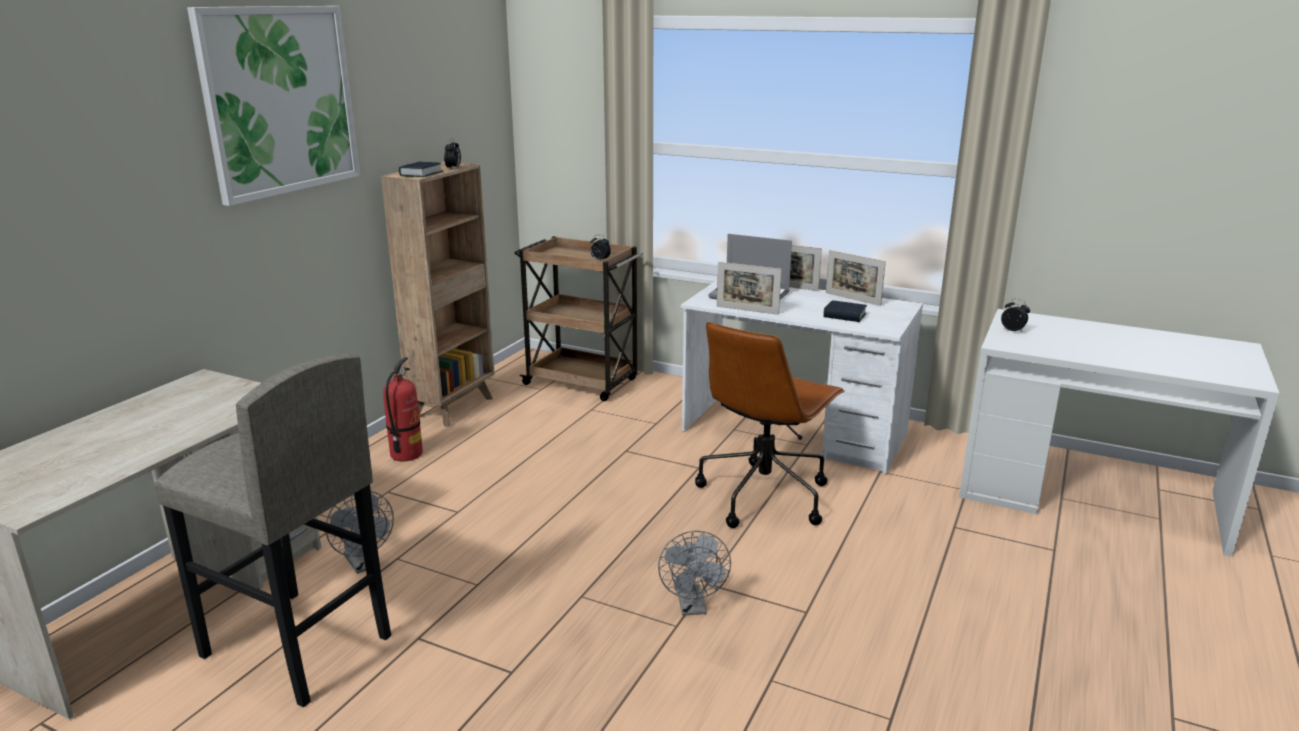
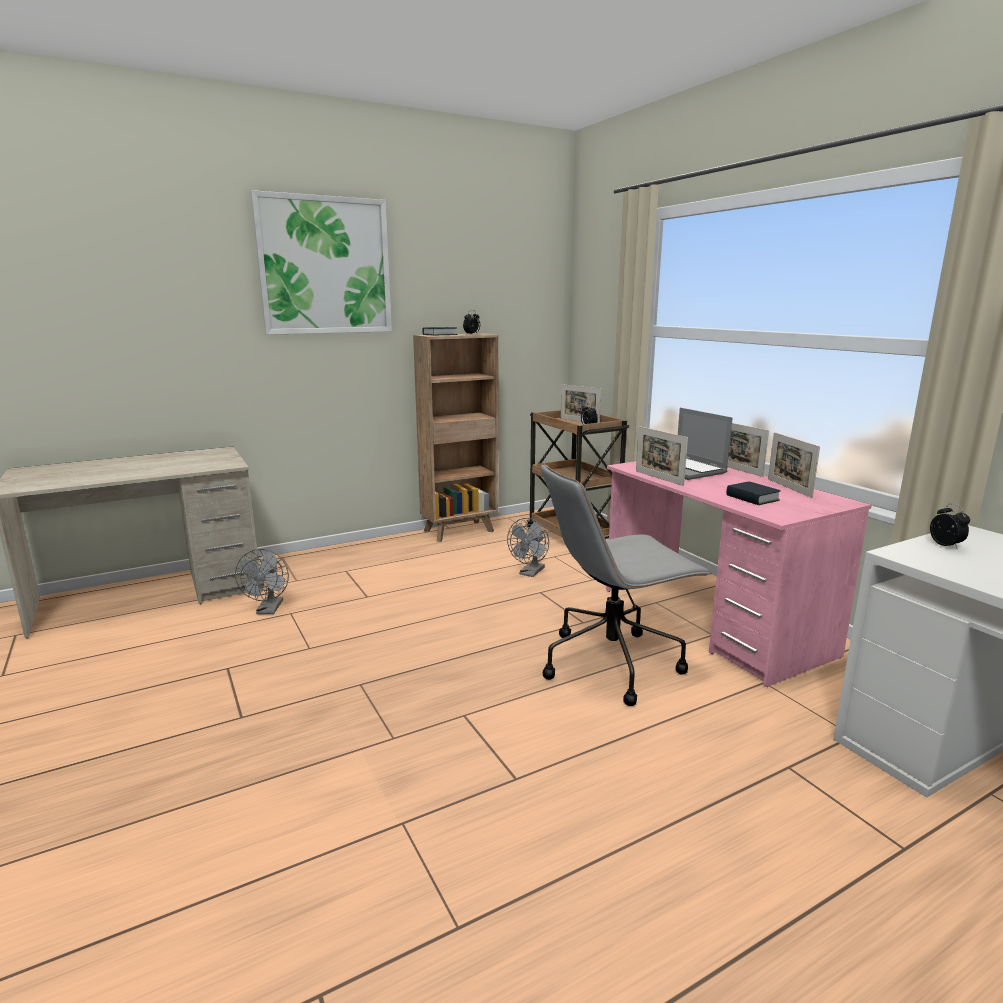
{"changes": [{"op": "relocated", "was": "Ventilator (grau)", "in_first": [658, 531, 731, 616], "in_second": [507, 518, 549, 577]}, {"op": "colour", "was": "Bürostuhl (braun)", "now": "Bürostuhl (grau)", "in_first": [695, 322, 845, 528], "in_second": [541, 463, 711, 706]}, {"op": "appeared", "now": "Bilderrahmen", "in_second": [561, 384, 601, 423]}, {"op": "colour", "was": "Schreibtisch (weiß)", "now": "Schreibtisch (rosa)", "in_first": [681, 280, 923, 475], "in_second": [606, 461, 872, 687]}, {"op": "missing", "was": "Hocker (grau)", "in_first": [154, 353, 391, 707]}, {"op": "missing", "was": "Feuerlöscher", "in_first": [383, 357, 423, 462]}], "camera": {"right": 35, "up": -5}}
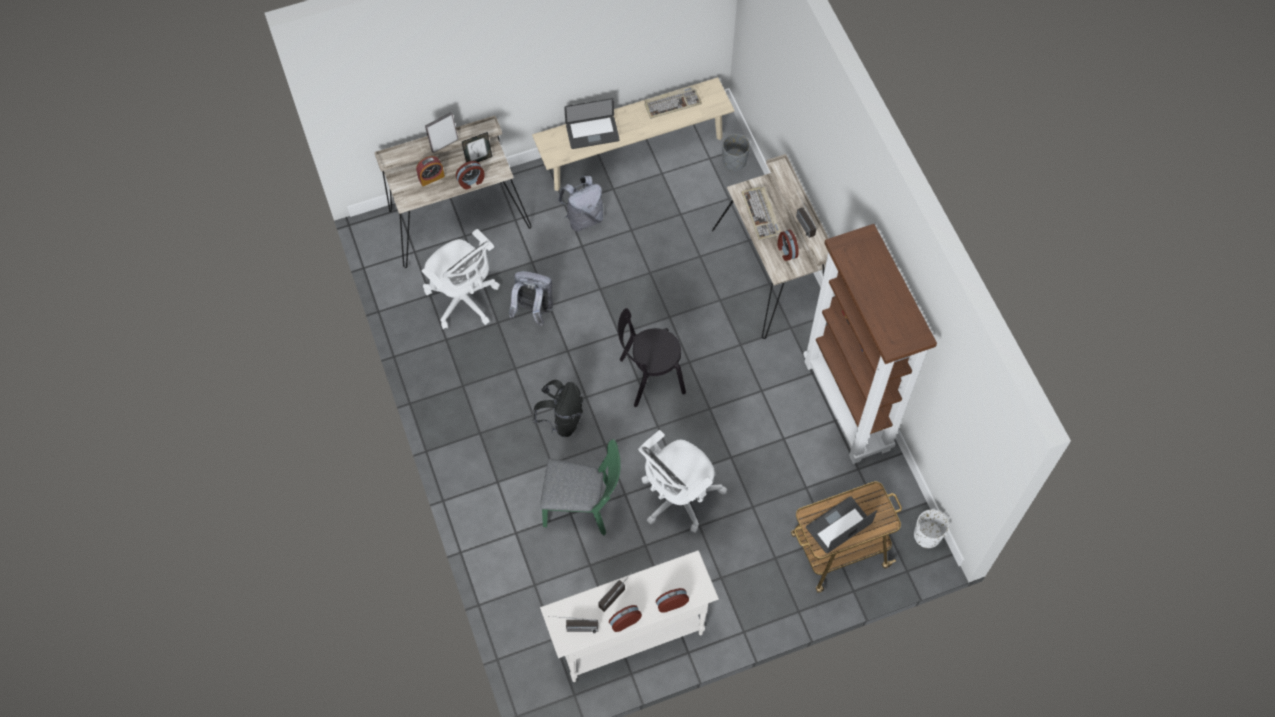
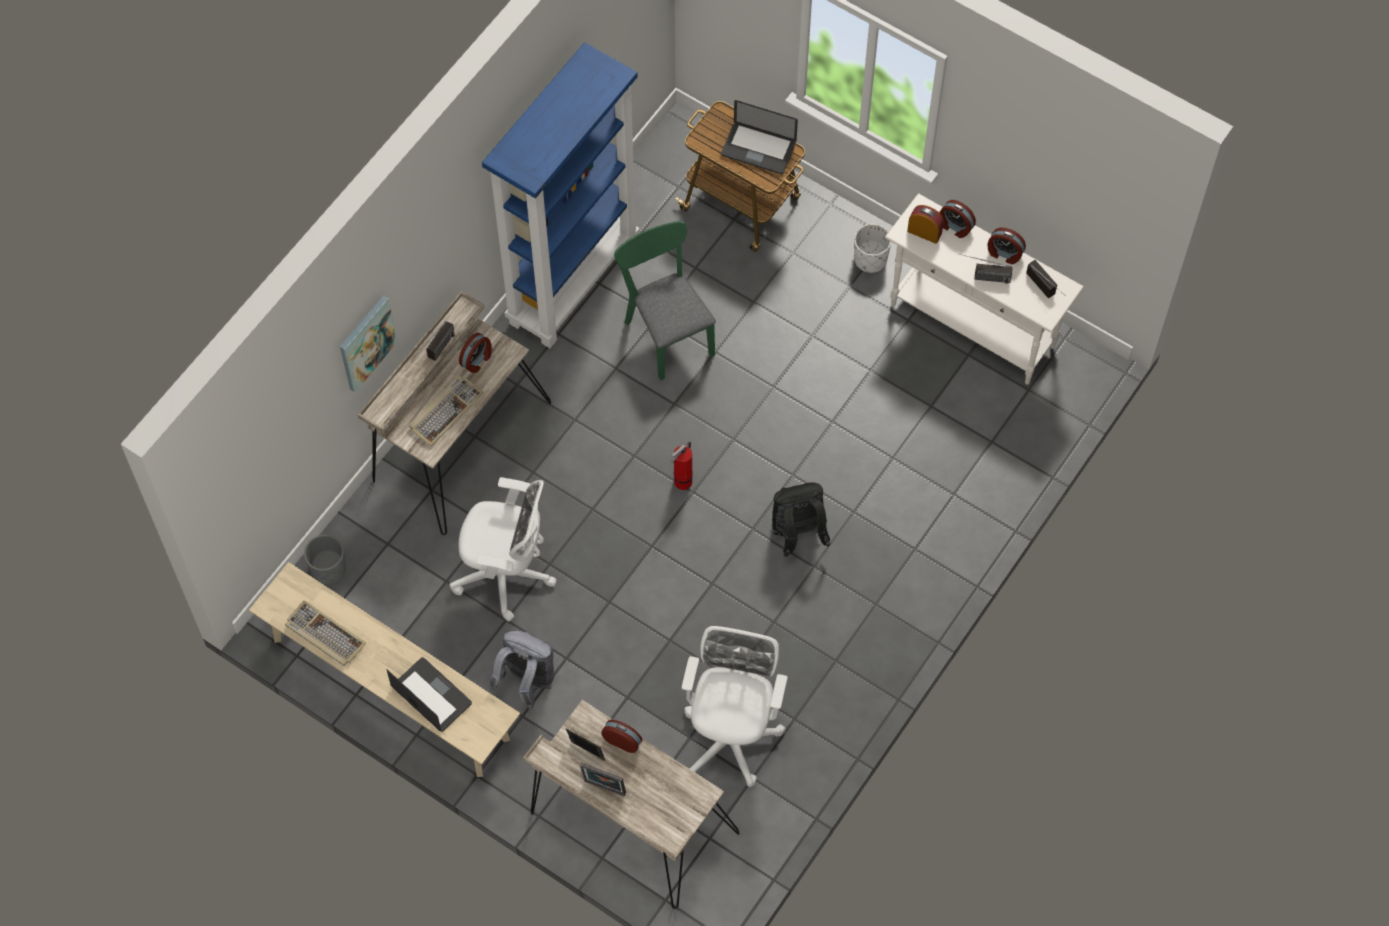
{"changes": [{"op": "appeared", "now": "Bild", "in_second": [340, 295, 397, 392]}, {"op": "relocated", "was": "Bürostuhl (weiß)", "in_first": [638, 430, 727, 533], "in_second": [450, 477, 557, 621]}, {"op": "colour", "was": "Bücherregal (braun)", "now": "Bücherregal (blau)", "in_first": [803, 224, 937, 464], "in_second": [482, 42, 640, 348]}, {"op": "relocated", "was": "Stuhl (grün)", "in_first": [540, 439, 621, 536], "in_second": [614, 221, 716, 381]}, {"op": "exchanged", "was": "Stuhl (schwarz)", "now": "Feuerlöscher", "in_first": [618, 308, 686, 407], "in_second": [671, 442, 693, 490]}, {"op": "relocated", "was": "Pflanzkübel (weiß)", "in_first": [914, 510, 949, 548], "in_second": [854, 224, 891, 273]}, {"op": "relocated", "was": "Wecker", "in_first": [416, 156, 445, 186], "in_second": [907, 205, 944, 244]}, {"op": "missing", "was": "Rucksack (grau)", "in_first": [509, 271, 553, 327]}], "camera": {"right": -125, "up": 0}}
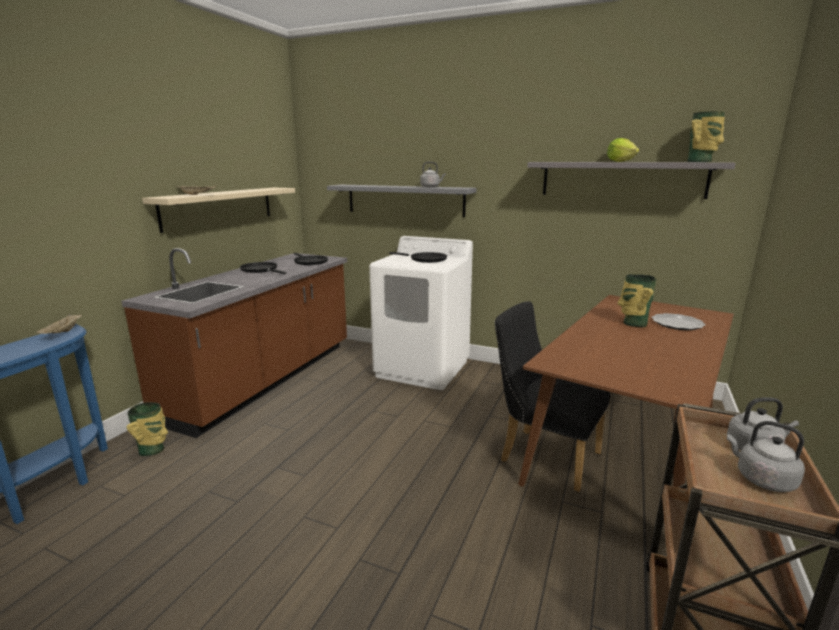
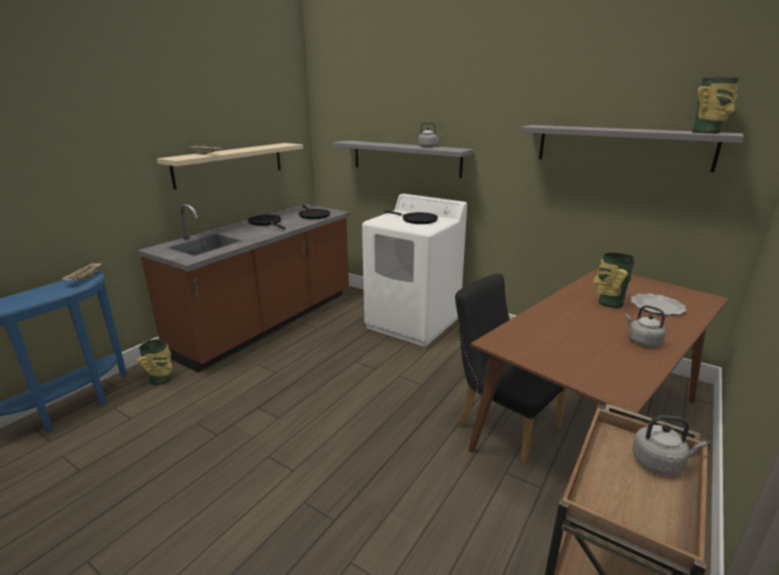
{"changes": [{"op": "relocated", "was": "Wasserkessel (grau)", "in_first": [727, 421, 805, 492], "in_second": [625, 305, 666, 347]}, {"op": "missing", "was": "Salatkopf", "in_first": [607, 138, 639, 162]}], "camera": {"right": 10, "up": 5}}
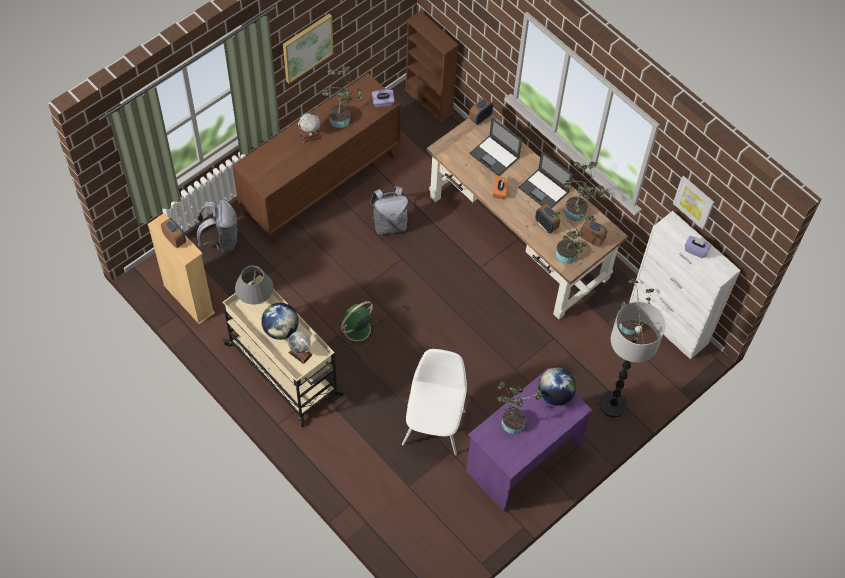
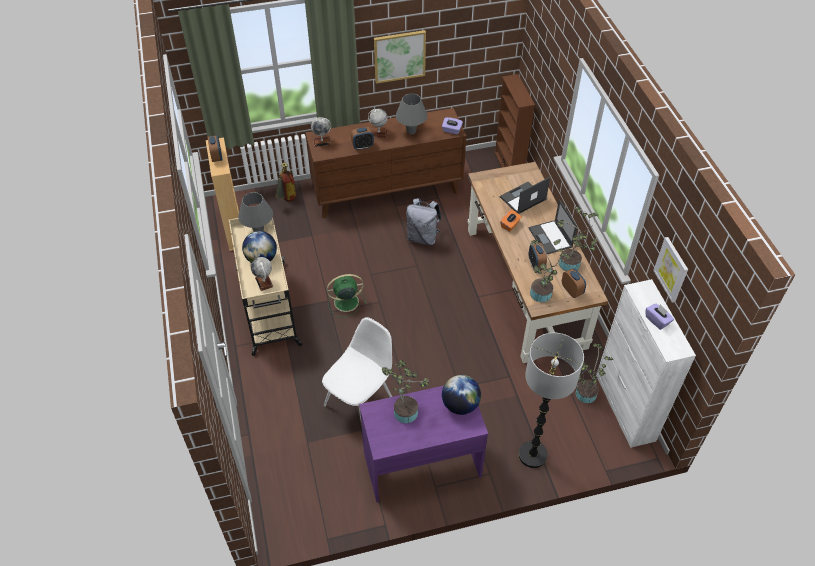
{"changes": [{"op": "exchanged", "was": "Rucksack (grau)", "now": "Feuerlöscher", "in_first": [197, 199, 238, 253], "in_second": [275, 163, 296, 202]}, {"op": "appeared", "now": "Globus", "in_second": [311, 117, 331, 147]}, {"op": "relocated", "was": "Wecker", "in_first": [469, 98, 493, 125], "in_second": [351, 127, 374, 150]}, {"op": "exchanged", "was": "Topfpflanze", "now": "Tischlampe (grau)", "in_first": [321, 66, 363, 128], "in_second": [396, 93, 427, 134]}, {"op": "spun", "was": "Laptop", "in_first": [469, 117, 522, 176], "in_second": [499, 177, 550, 214], "clockwise": 75}], "camera": {"right": 30, "up": -10}}
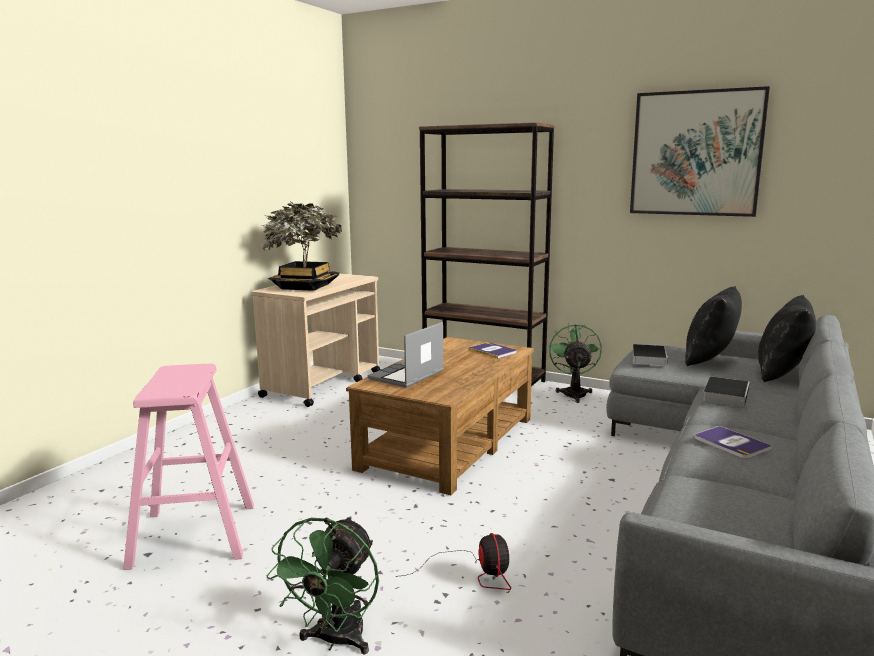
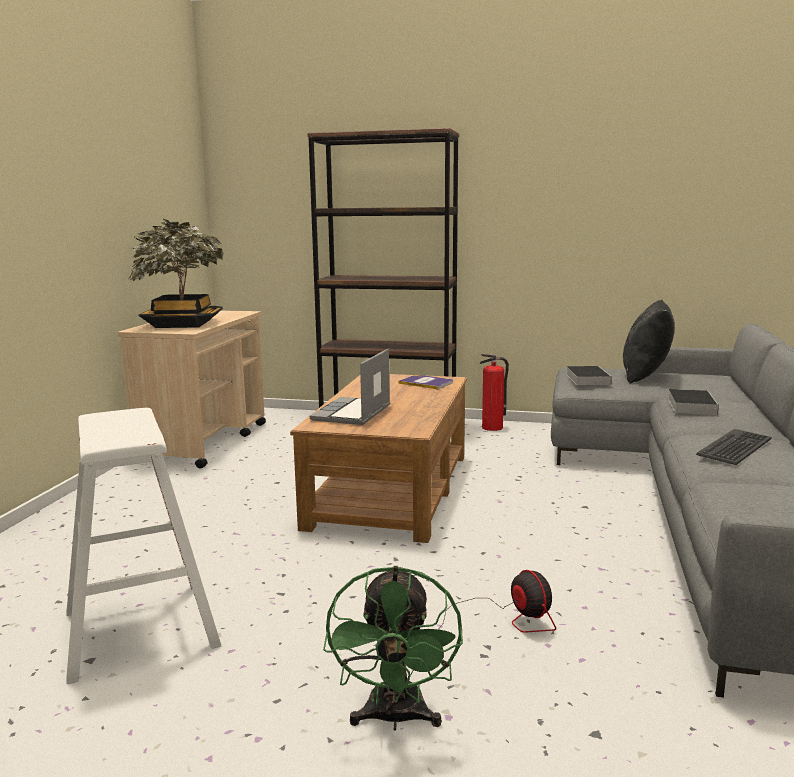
{"changes": [{"op": "colour", "was": "Hocker (rosa)", "now": "Hocker (weiß)", "in_first": [123, 364, 254, 570], "in_second": [66, 408, 222, 684]}, {"op": "exchanged", "was": "Ventilator (grün)", "now": "Feuerlöscher", "in_first": [549, 323, 602, 403], "in_second": [480, 354, 509, 431]}, {"op": "exchanged", "was": "Buch", "now": "Tastatur", "in_first": [695, 426, 772, 459], "in_second": [696, 429, 772, 465]}, {"op": "missing", "was": "Bild", "in_first": [630, 86, 770, 217]}, {"op": "missing", "was": "Kissen (schwarz)", "in_first": [758, 295, 816, 382]}], "camera": {"right": -15, "up": 0}}
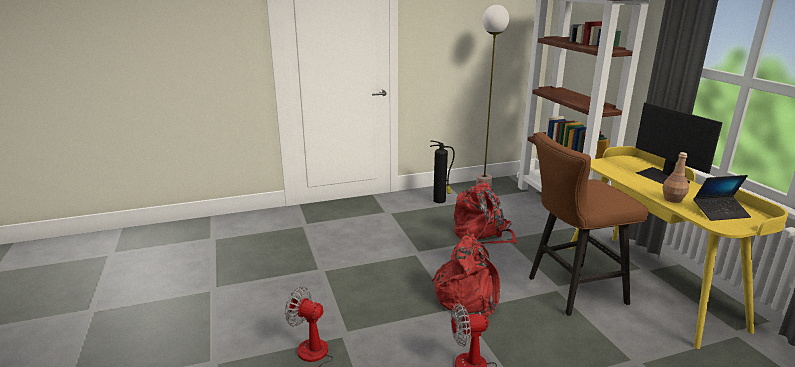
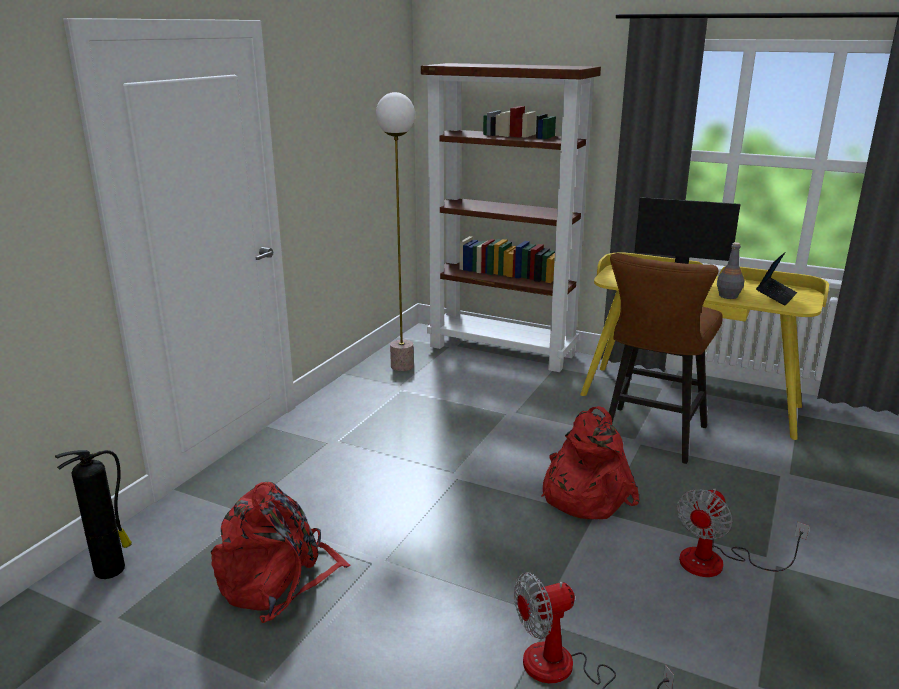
{"changes": [{"op": "relocated", "was": "Feuerlöscher", "in_first": [430, 141, 455, 203], "in_second": [55, 450, 132, 579]}, {"op": "relocated", "was": "Rucksack (rot)", "in_first": [454, 181, 517, 244], "in_second": [211, 482, 351, 623]}, {"op": "colour", "was": "Flasche (braun)", "now": "Flasche (grau)", "in_first": [662, 152, 689, 203], "in_second": [717, 242, 744, 299]}], "camera": {"right": -45, "up": 0}}
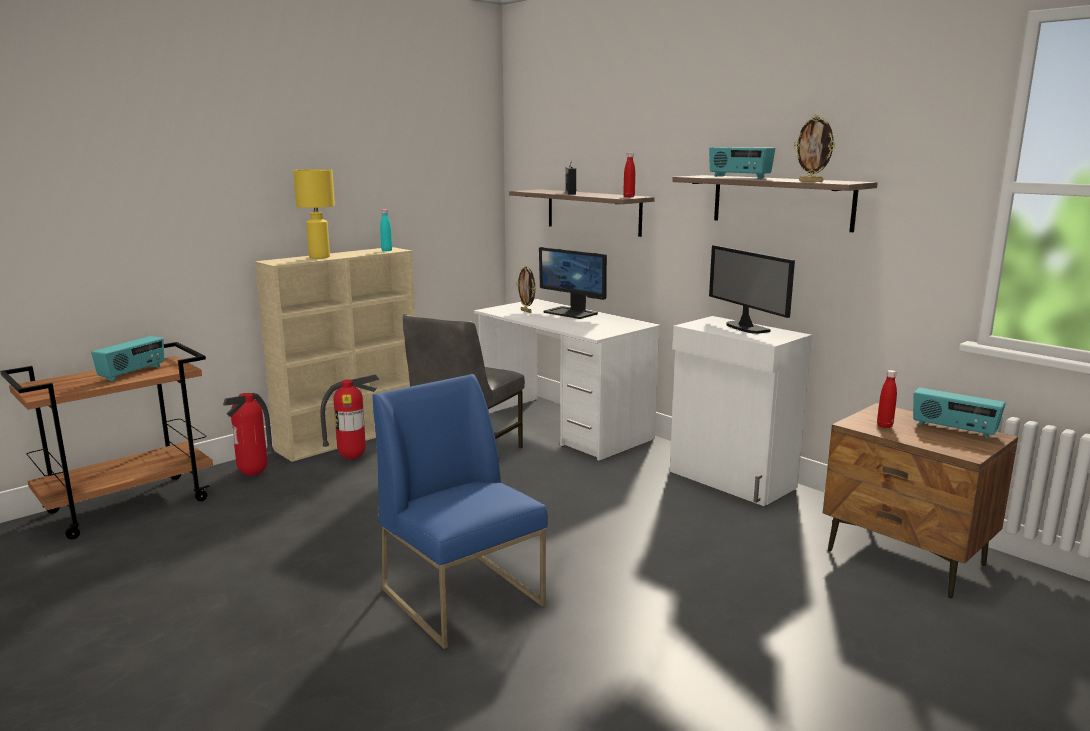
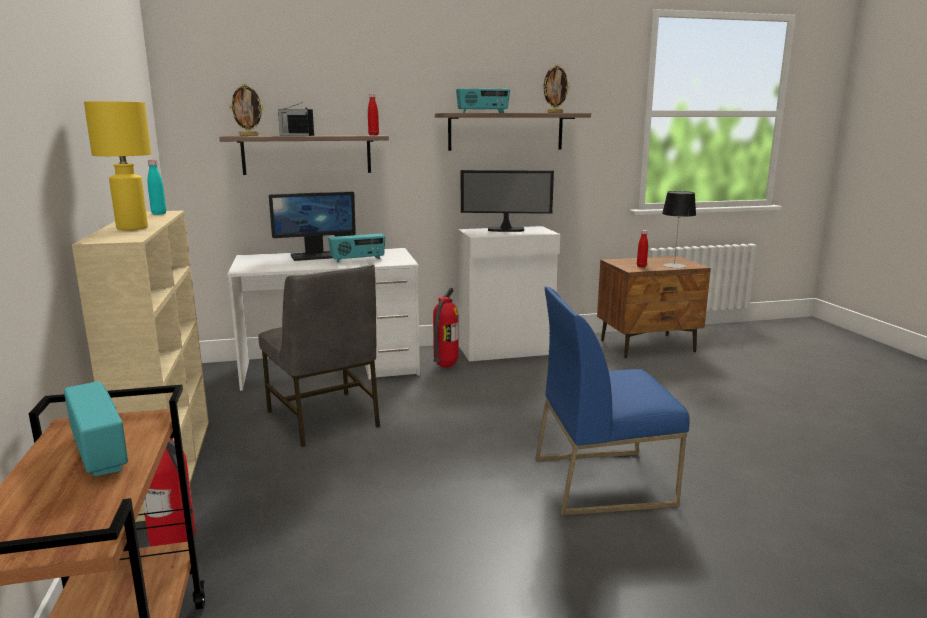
{"changes": [{"op": "relocated", "was": "Bilderrahmen", "in_first": [516, 265, 535, 313], "in_second": [229, 84, 263, 136]}, {"op": "relocated", "was": "Radio", "in_first": [913, 388, 1006, 439], "in_second": [328, 234, 385, 263]}, {"op": "relocated", "was": "Feuerlöscher", "in_first": [320, 374, 380, 459], "in_second": [433, 288, 458, 368]}, {"op": "appeared", "now": "Tischlampe", "in_second": [662, 191, 696, 268]}], "camera": {"right": -60, "up": 0}}
